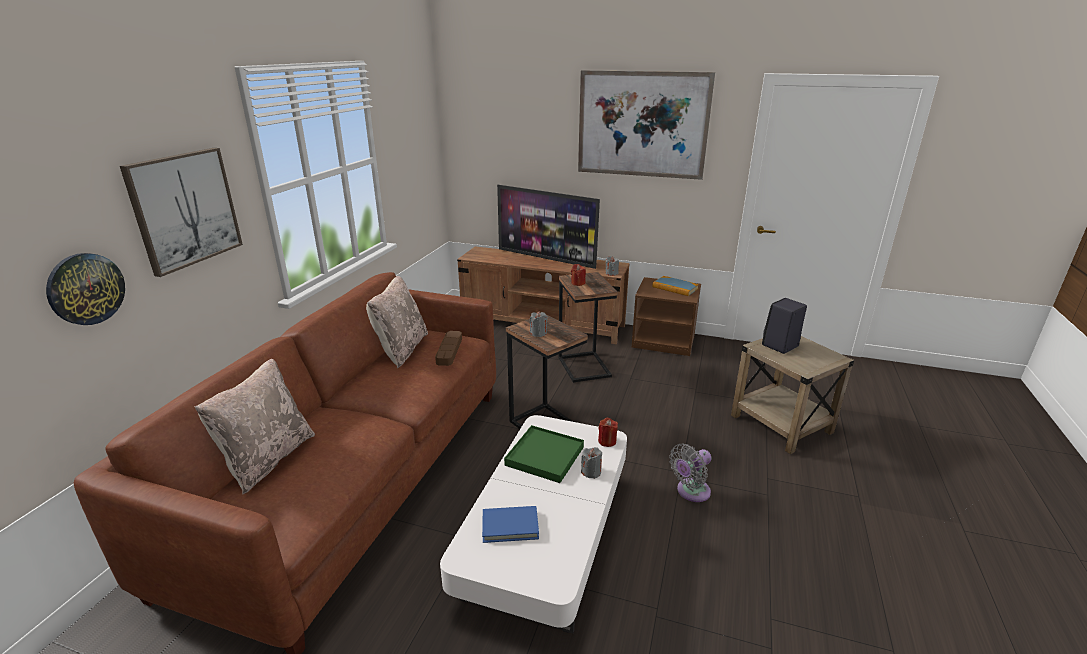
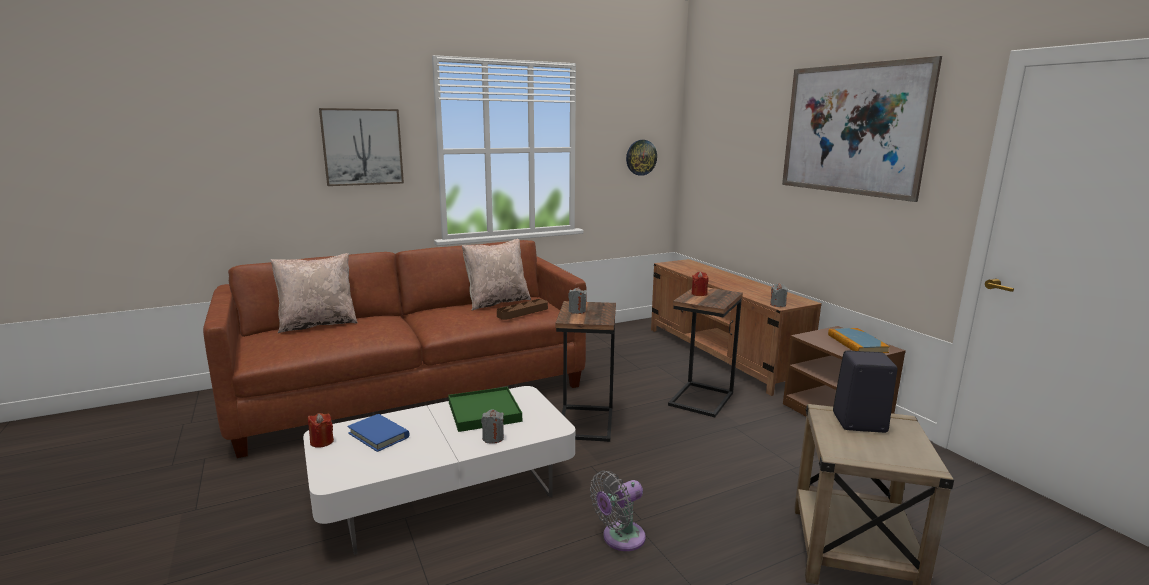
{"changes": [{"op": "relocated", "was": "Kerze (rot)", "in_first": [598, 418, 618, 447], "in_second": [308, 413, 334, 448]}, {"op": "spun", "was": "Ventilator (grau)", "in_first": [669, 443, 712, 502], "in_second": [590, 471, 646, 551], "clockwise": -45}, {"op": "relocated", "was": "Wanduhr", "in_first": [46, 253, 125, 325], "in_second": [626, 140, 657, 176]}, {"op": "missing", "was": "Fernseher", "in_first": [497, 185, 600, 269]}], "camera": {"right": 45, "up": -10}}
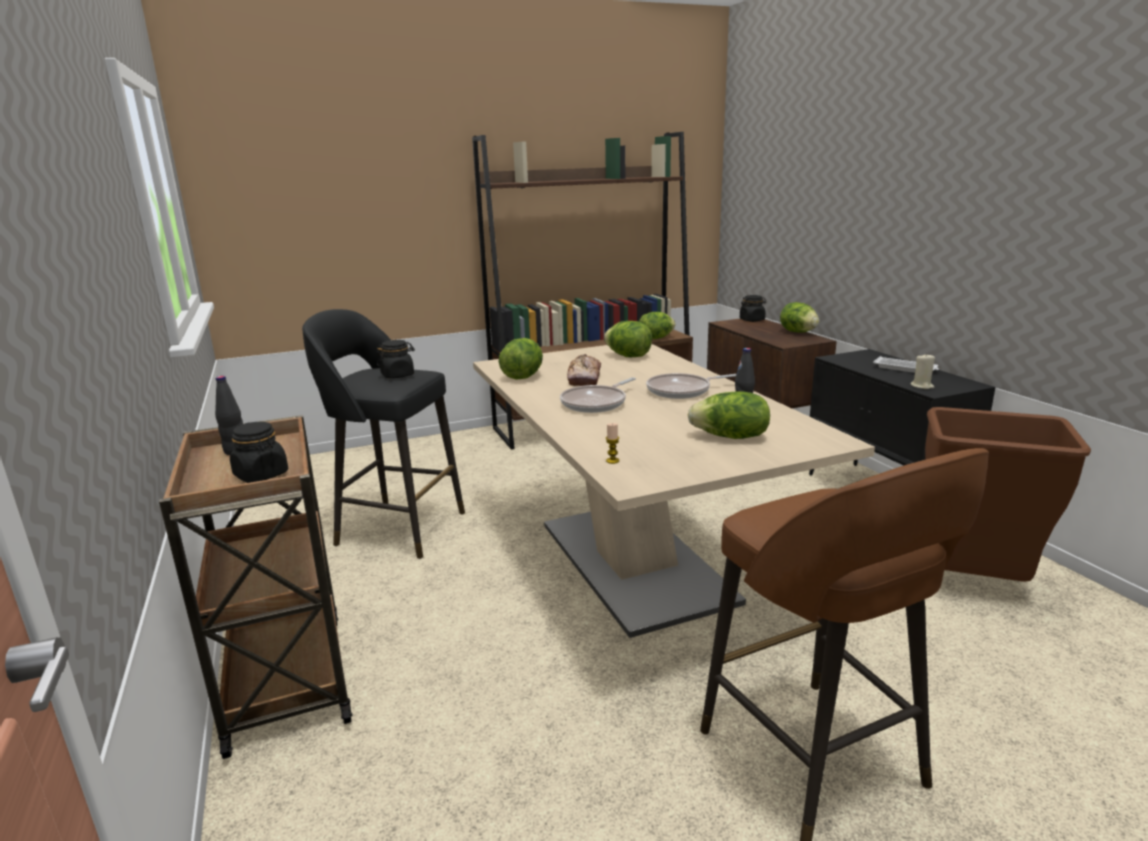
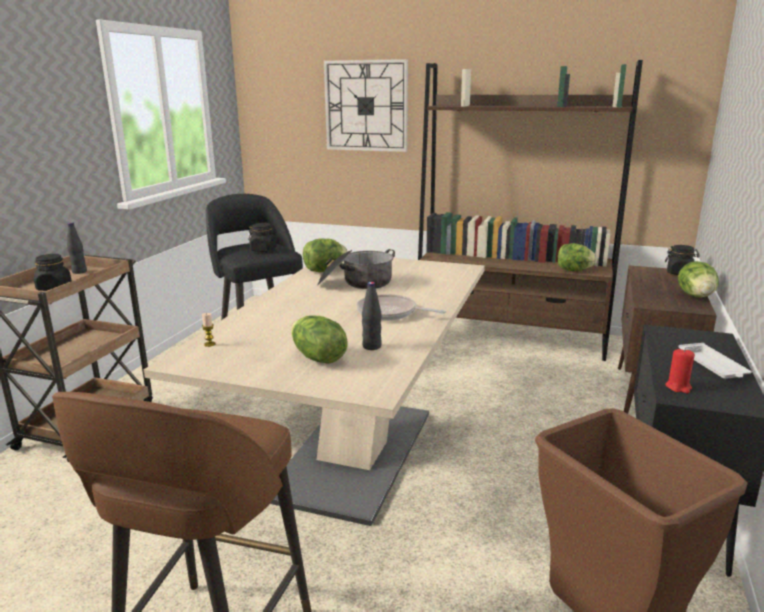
{"changes": [{"op": "exchanged", "was": "Brot", "now": "Kochtopf", "in_first": [567, 354, 601, 386], "in_second": [317, 249, 395, 289]}, {"op": "appeared", "now": "Wanduhr", "in_second": [324, 59, 408, 152]}, {"op": "colour", "was": "Kerze (beige)", "now": "Kerze (rot)", "in_first": [911, 353, 935, 389], "in_second": [666, 348, 695, 393]}, {"op": "missing", "was": "Pfanne", "in_first": [560, 377, 636, 413]}, {"op": "missing", "was": "Salatkopf", "in_first": [604, 321, 652, 357]}], "camera": {"right": 40, "up": 0}}
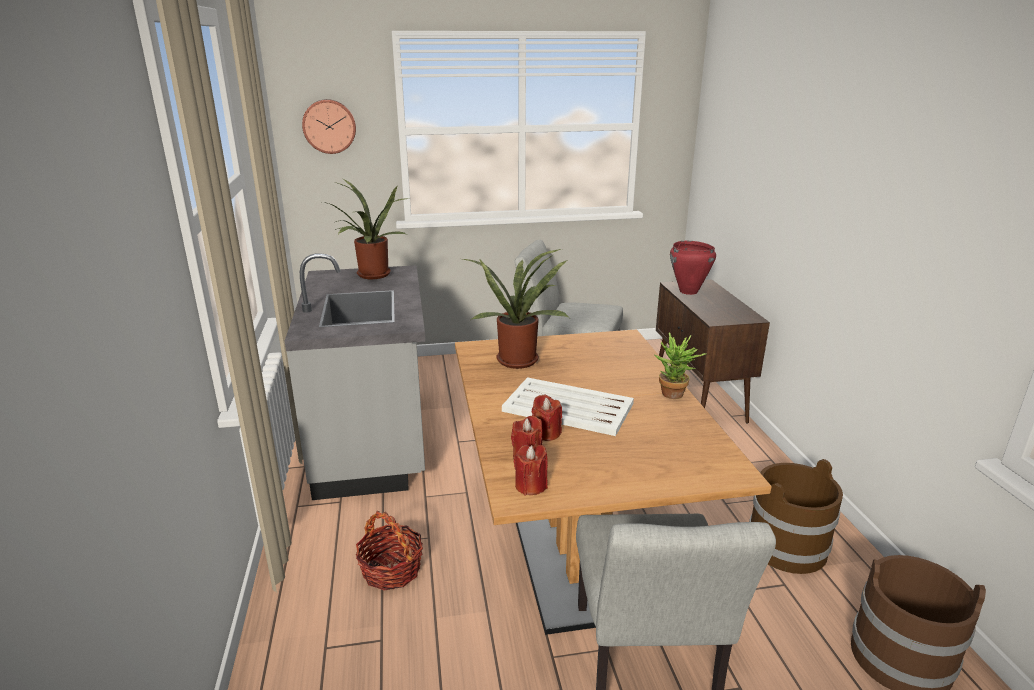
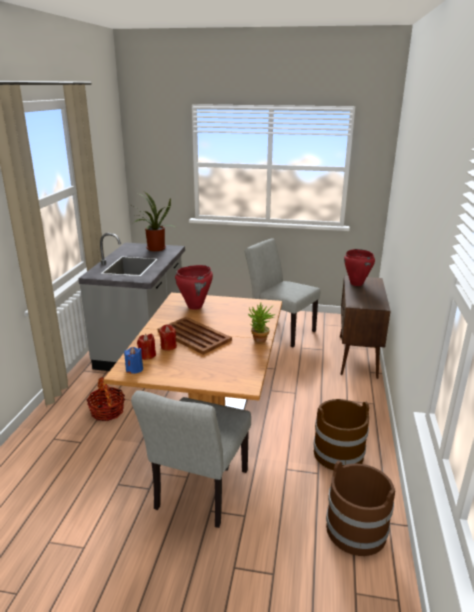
{"changes": [{"op": "colour", "was": "Kerze (rot)", "now": "Kerze (blau)", "in_first": [514, 445, 548, 495], "in_second": [124, 347, 143, 374]}, {"op": "colour", "was": "Tablett (weiß)", "now": "Tablett (braun)", "in_first": [502, 377, 634, 436], "in_second": [158, 317, 232, 355]}, {"op": "exchanged", "was": "Topfpflanze", "now": "Kochtopf (rot)", "in_first": [463, 249, 569, 369], "in_second": [175, 265, 213, 310]}, {"op": "missing", "was": "Wanduhr", "in_first": [302, 99, 356, 154]}], "camera": {"right": 20, "up": 0}}
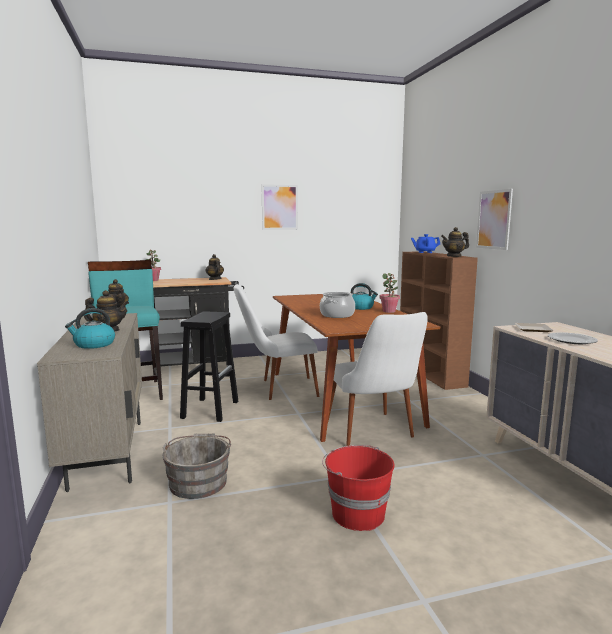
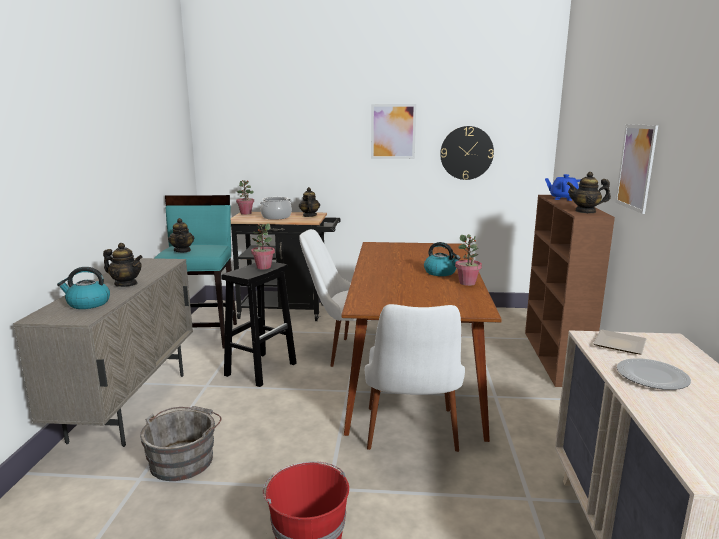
{"changes": [{"op": "appeared", "now": "Topfpflanze", "in_second": [251, 223, 275, 269]}, {"op": "relocated", "was": "Kochtopf", "in_first": [320, 292, 355, 318], "in_second": [260, 197, 292, 220]}, {"op": "appeared", "now": "Wanduhr", "in_second": [440, 126, 494, 180]}], "camera": {"right": 20, "up": 5}}
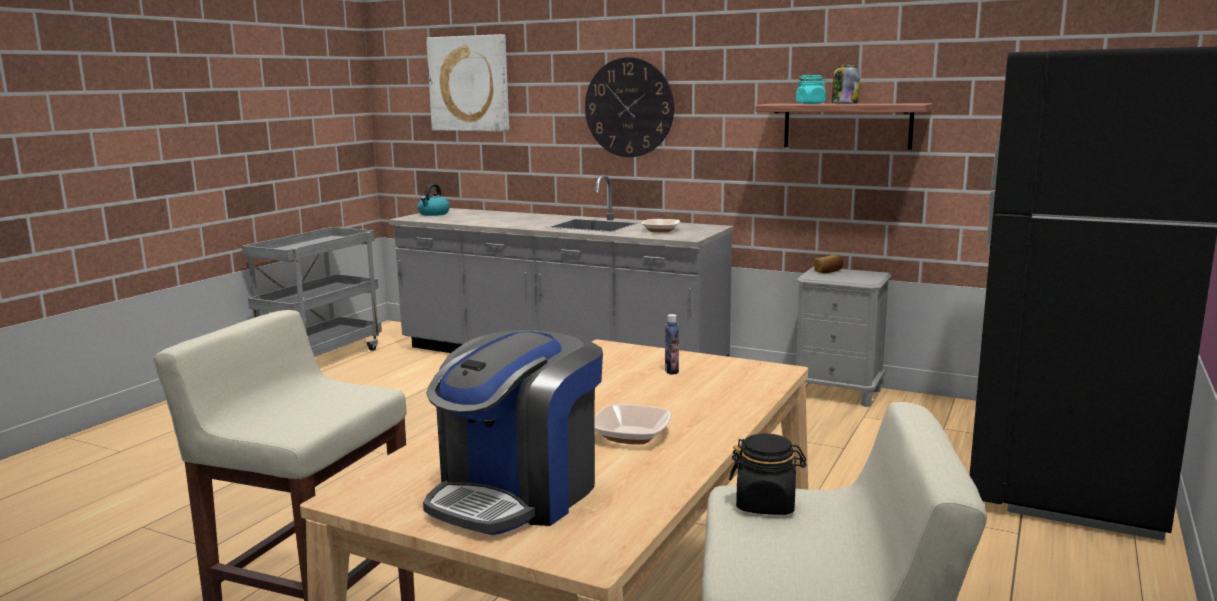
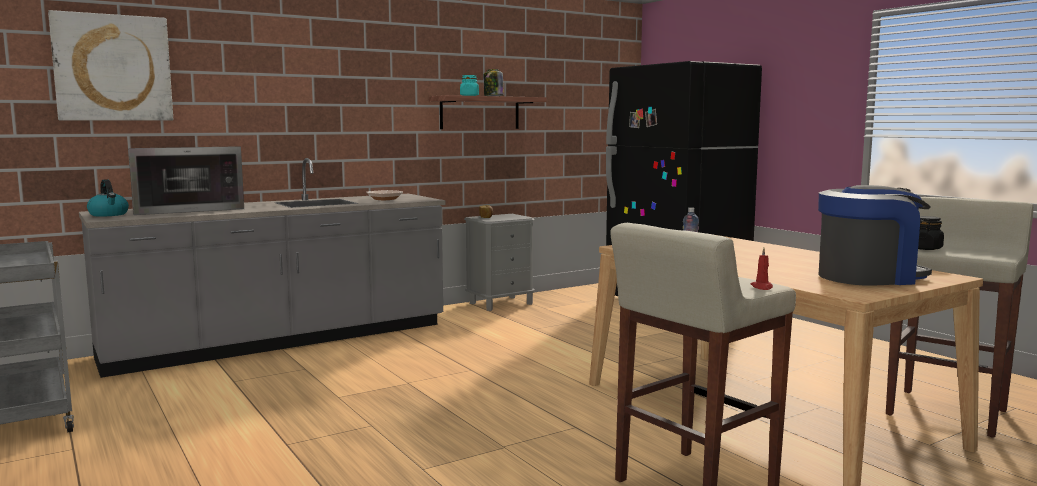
{"changes": [{"op": "appeared", "now": "Mikrowelle", "in_second": [128, 146, 244, 215]}, {"op": "appeared", "now": "Kerze (rot)", "in_second": [750, 248, 773, 290]}, {"op": "spun", "was": "Kaffeemaschine", "in_first": [423, 330, 603, 535], "in_second": [818, 185, 932, 286], "clockwise": -75}, {"op": "missing", "was": "Wanduhr", "in_first": [585, 57, 674, 157]}, {"op": "missing", "was": "Schüssel", "in_first": [595, 404, 671, 444]}], "camera": {"right": -60, "up": -5}}
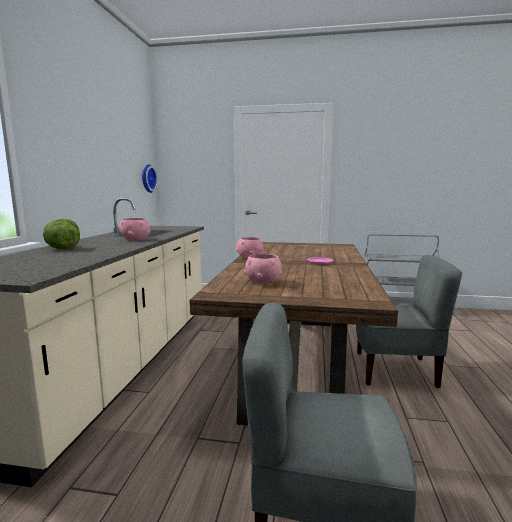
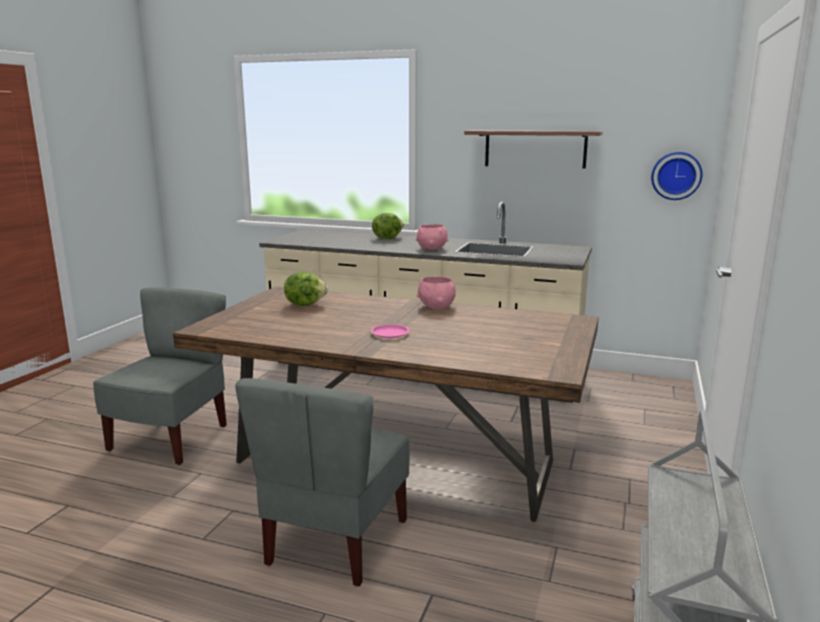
{"changes": [{"op": "exchanged", "was": "Schüssel (rosa)", "now": "Salatkopf", "in_first": [244, 254, 283, 284], "in_second": [284, 272, 328, 306]}, {"op": "appeared", "now": "Wandregal", "in_second": [464, 130, 603, 169]}], "camera": {"right": 100, "up": 5}}
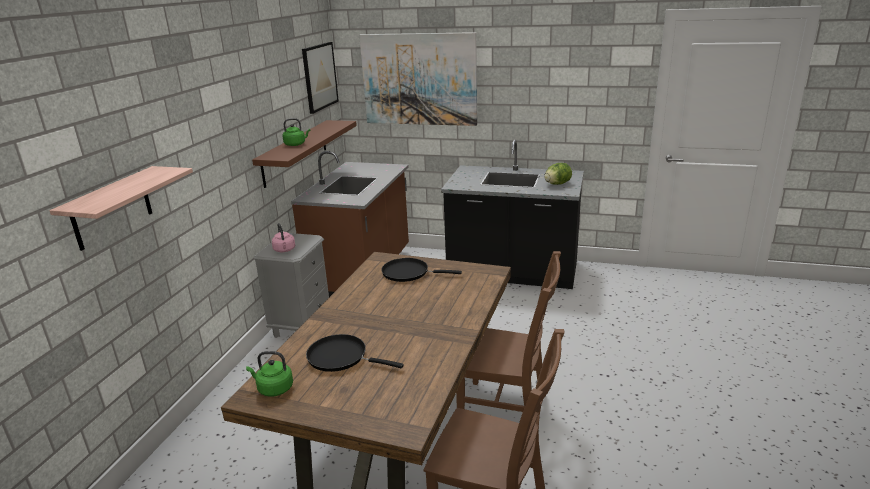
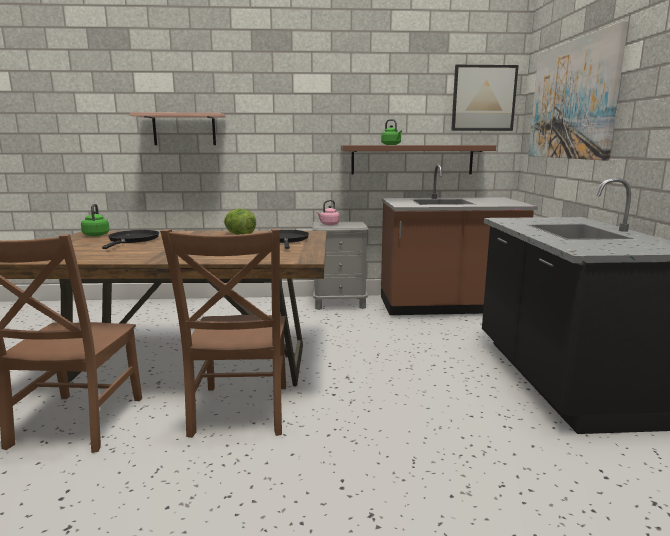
{"changes": [{"op": "relocated", "was": "Salatkopf", "in_first": [544, 163, 572, 185], "in_second": [224, 209, 256, 235]}], "camera": {"right": 70, "up": -10}}
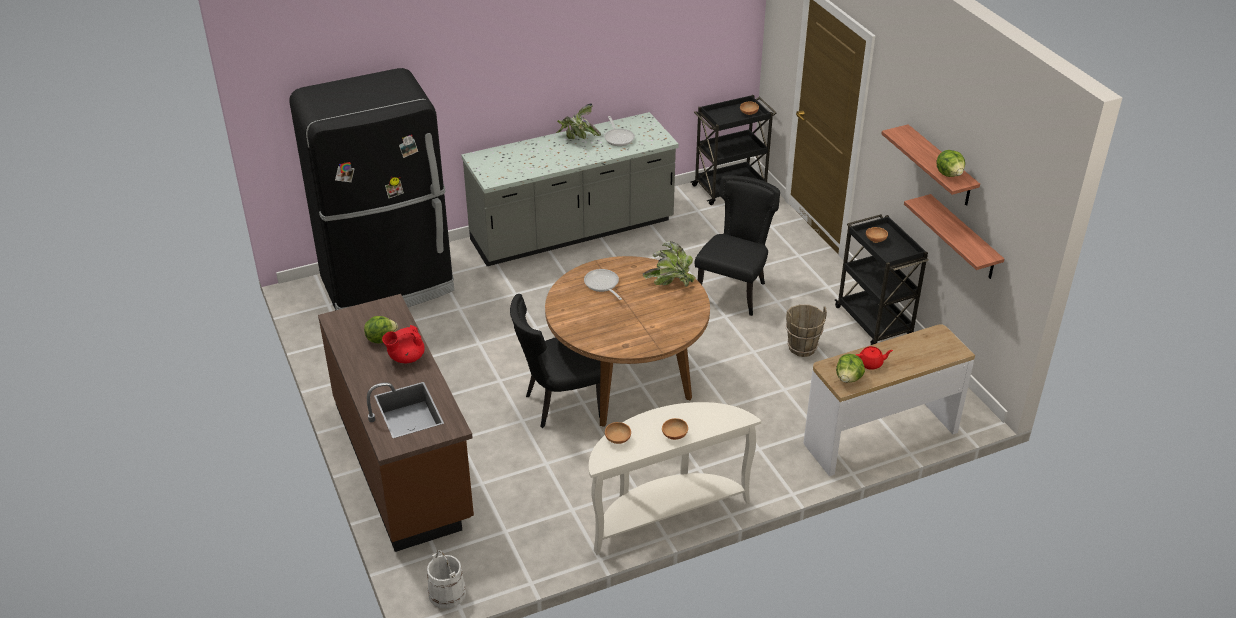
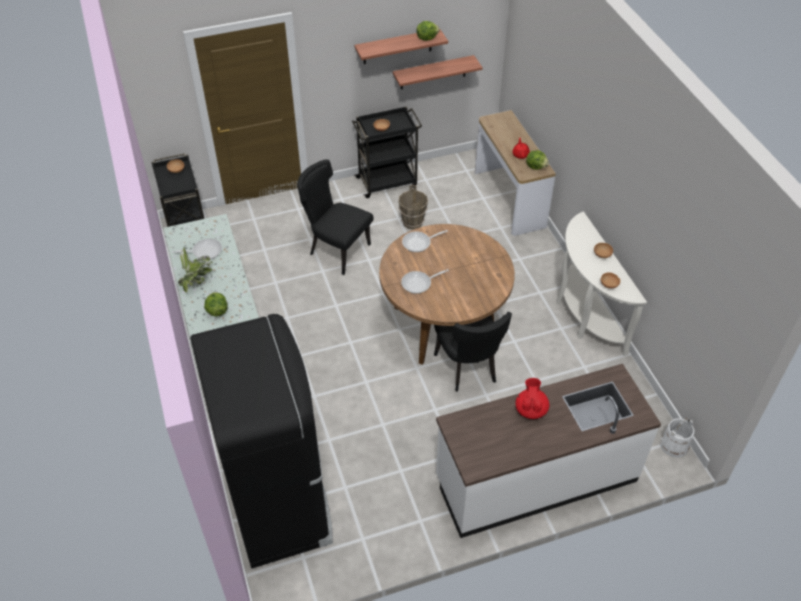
{"changes": [{"op": "relocated", "was": "Salatkopf", "in_first": [364, 316, 398, 344], "in_second": [204, 292, 228, 316]}, {"op": "exchanged", "was": "Topfpflanze", "now": "Pfanne", "in_first": [643, 241, 696, 287], "in_second": [402, 230, 448, 252]}, {"op": "colour", "was": "Küchenzeile (braun)", "now": "Küchenzeile (weiß)", "in_first": [318, 294, 474, 552], "in_second": [436, 364, 661, 538]}, {"op": "spun", "was": "Teekanne (rot)", "in_first": [382, 325, 425, 363], "in_second": [515, 378, 549, 419], "clockwise": -150}], "camera": {"right": -85, "up": 10}}
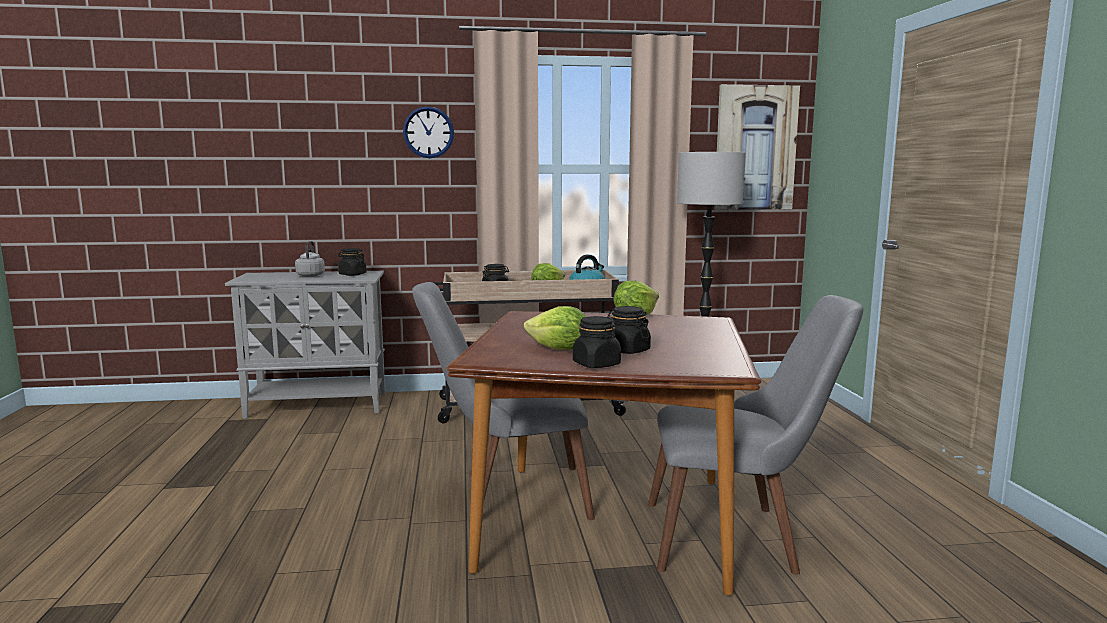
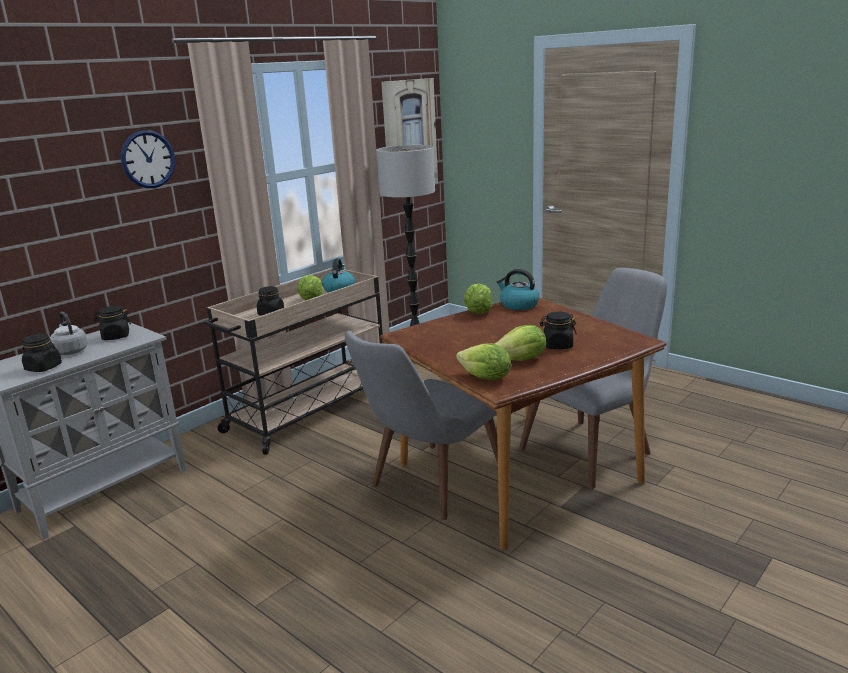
{"changes": [{"op": "relocated", "was": "Vorratsglas (schwarz)", "in_first": [573, 316, 621, 368], "in_second": [22, 334, 62, 372]}, {"op": "appeared", "now": "Salatkopf", "in_second": [456, 343, 511, 380]}, {"op": "appeared", "now": "Wasserkessel", "in_second": [497, 269, 539, 310]}], "camera": {"right": -40, "up": 10}}
